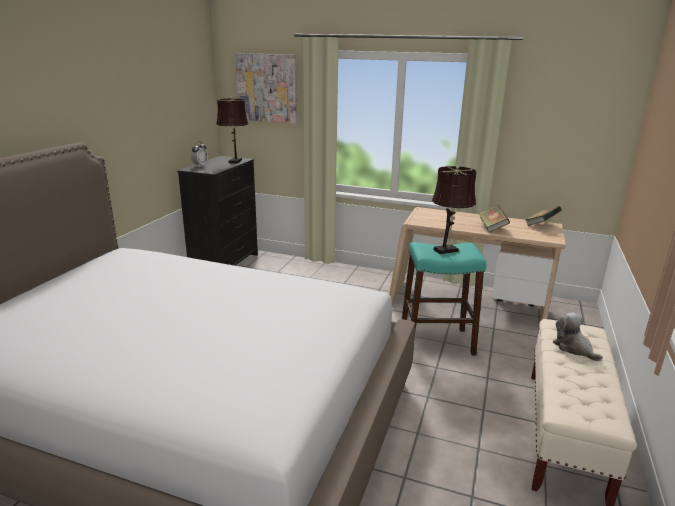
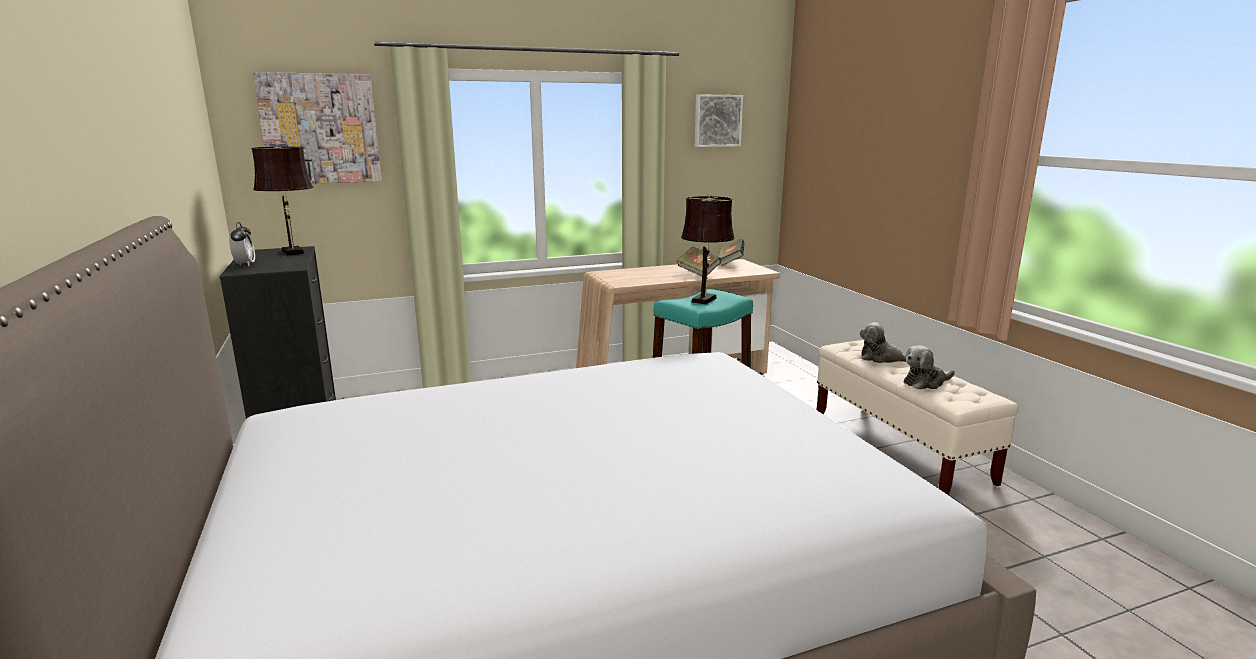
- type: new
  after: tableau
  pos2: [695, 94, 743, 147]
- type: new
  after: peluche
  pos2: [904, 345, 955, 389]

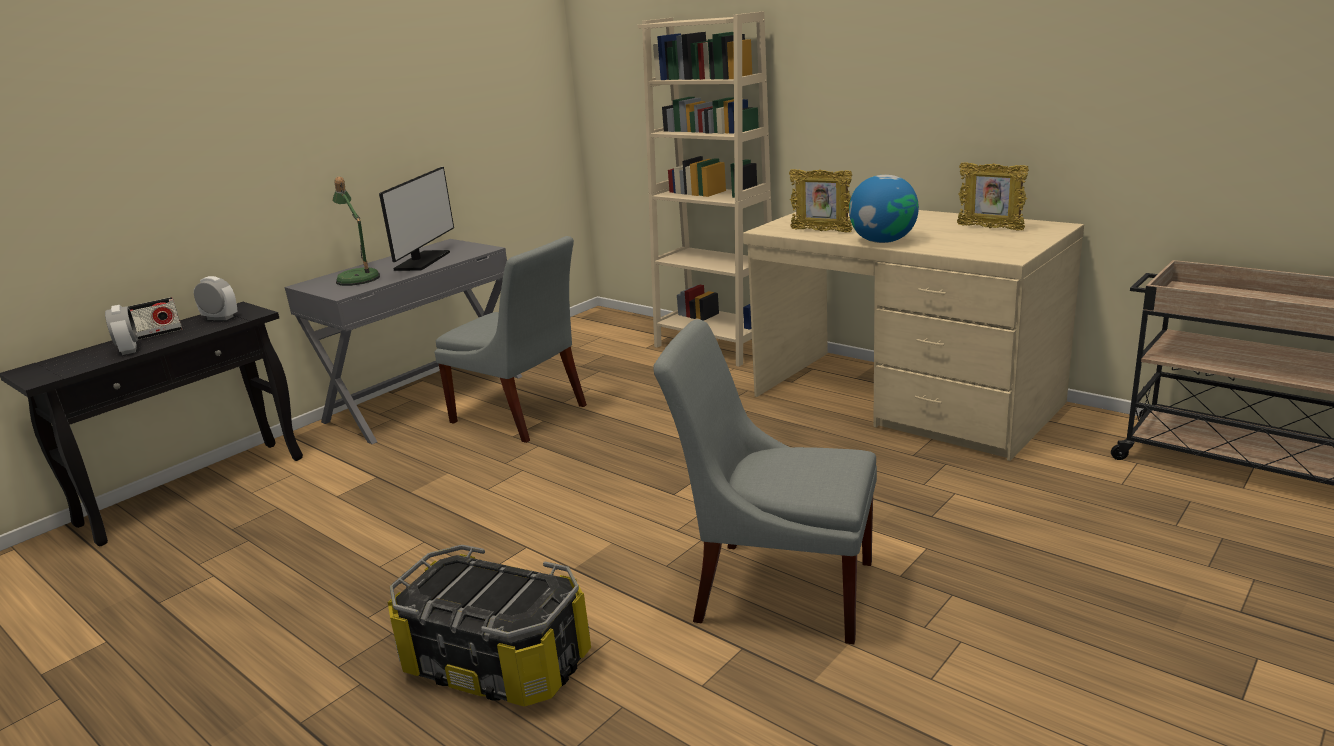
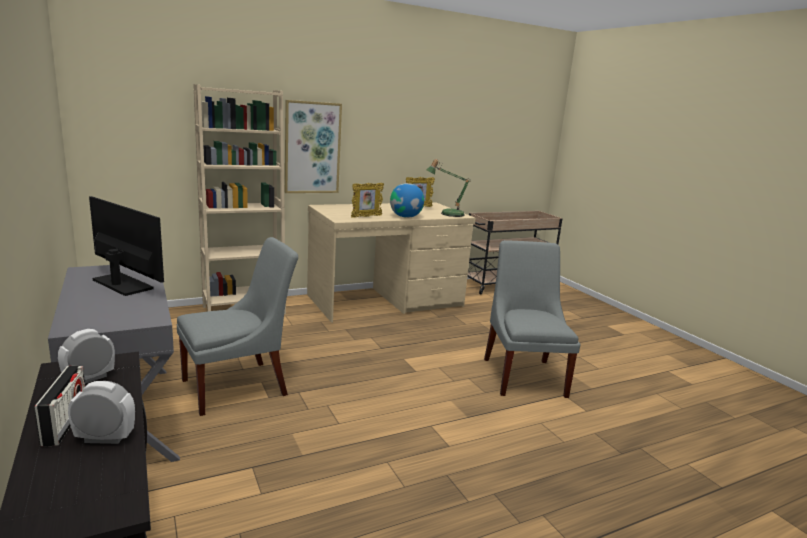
- type: gone
  before: boîte de rangement
  pos1: [387, 545, 591, 706]
- type: new
  after: tableau
  pos2: [285, 100, 342, 193]
- type: shifted
  before: lampe de table
  pos1: [333, 176, 380, 286]
  pos2: [426, 159, 471, 217]
- type: rotated
  before: chaise (gris)
  pos1: [653, 319, 877, 644]
  pos2: [484, 240, 581, 398]
  turn: 135

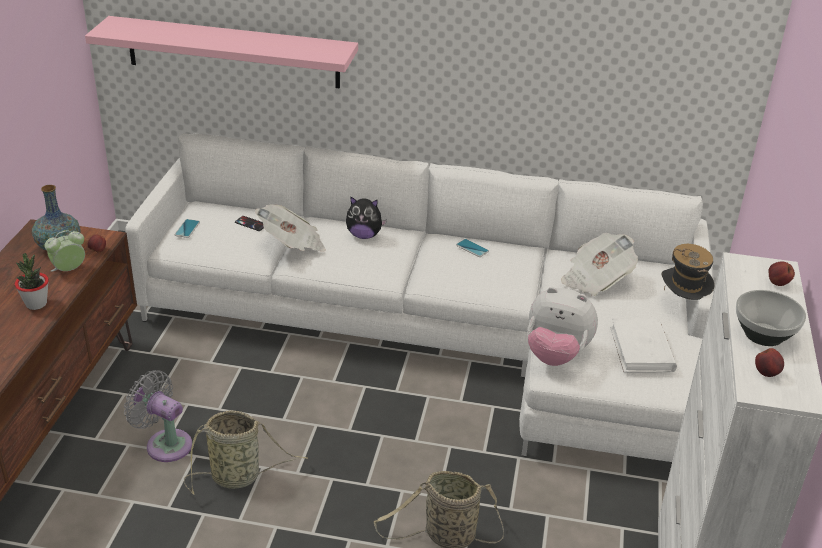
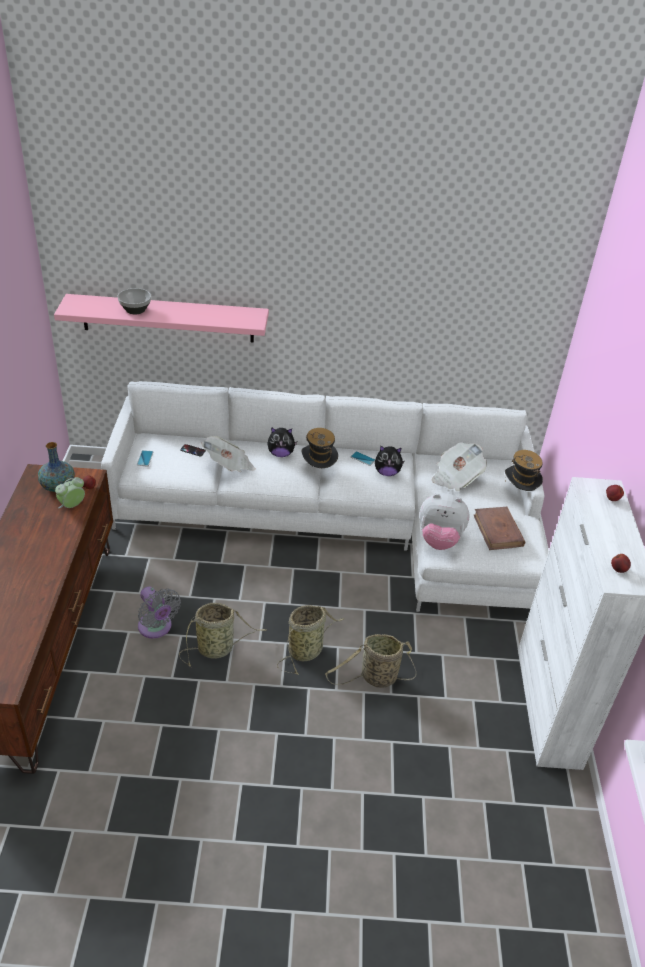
- type: gone
  before: plante en pot
  pos1: [15, 253, 49, 310]
- type: new
  after: panier
  pos2: [277, 605, 345, 675]
- type: new
  after: chapeau
  pos2: [301, 428, 338, 468]
- type: new
  after: peluche
  pos2: [375, 446, 404, 476]
- type: shifted
  before: bol
  pos1: [736, 290, 806, 346]
  pos2: [117, 288, 151, 315]
- type: repainted
  before: livre (blanc)
  after: livre (marron)
  pos1: [610, 318, 677, 373]
  pos2: [474, 507, 525, 550]
- type: rotated
  before: ventilateur (gris)
  pos1: [124, 370, 192, 462]
  pos2: [138, 586, 181, 639]
  turn: -150

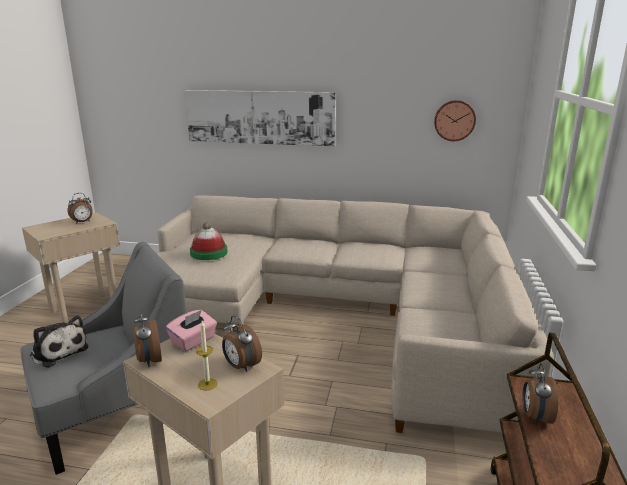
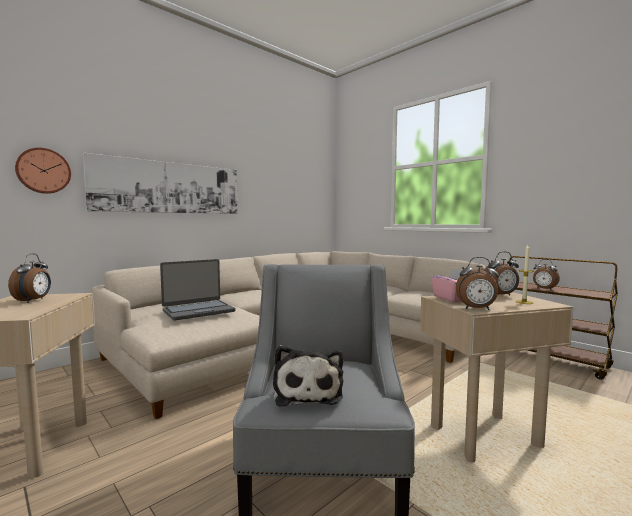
- type: shifted
  before: horloge murale
  pos1: [434, 100, 476, 141]
  pos2: [15, 148, 71, 194]
- type: swapped
  before: chapeau
  after: ordinateur portable
  pos1: [190, 222, 228, 260]
  pos2: [160, 259, 236, 321]
- type: rotated
  before: peluche
  pos1: [30, 315, 89, 368]
  pos2: [273, 345, 343, 407]
  turn: 105

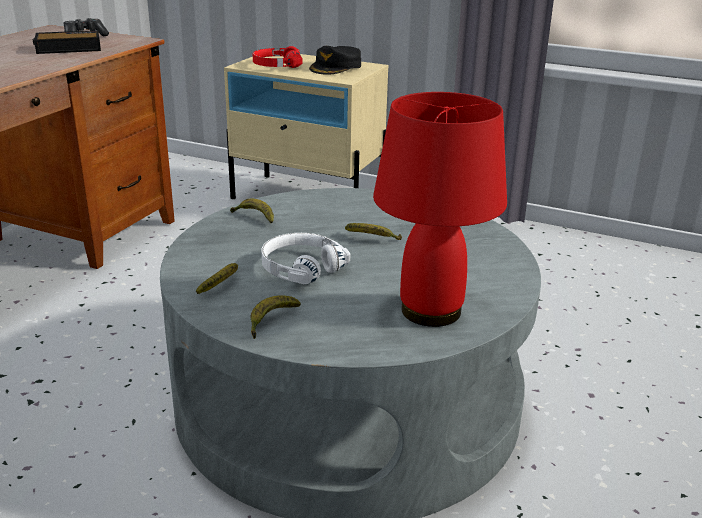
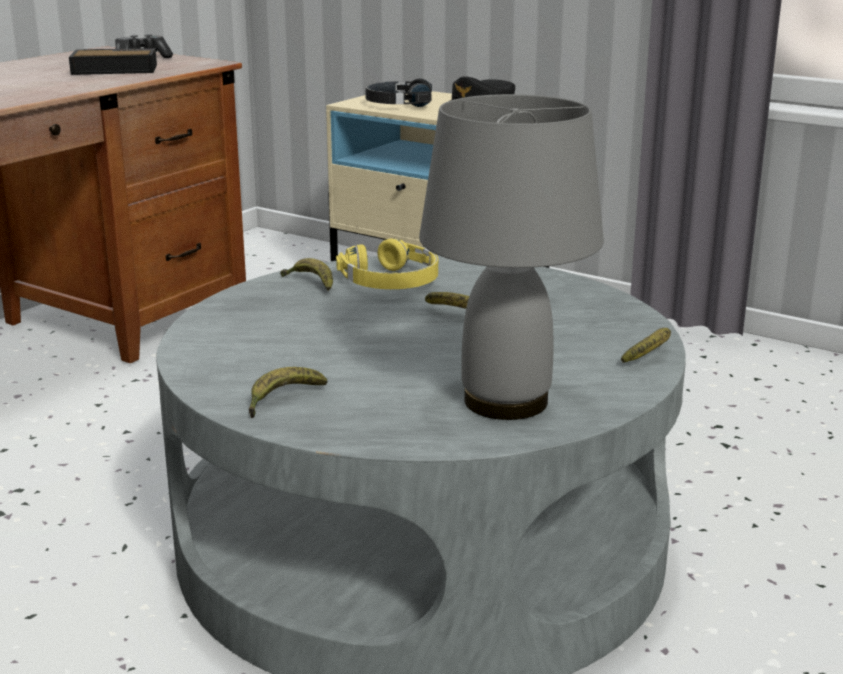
- type: gone
  before: casque audio (blanc)
  pos1: [261, 233, 350, 284]
- type: new
  after: casque audio (jaune)
  pos2: [336, 238, 438, 289]
- type: shifted
  before: banane
  pos1: [196, 263, 238, 294]
  pos2: [621, 328, 671, 363]
- type: repainted
  before: casque audio (rouge)
  after: casque audio (noir)
  pos1: [253, 46, 302, 68]
  pos2: [365, 78, 432, 107]
- type: repainted
  before: lampe de table (rouge)
  after: lampe de table (gris)
  pos1: [373, 92, 507, 327]
  pos2: [419, 94, 604, 420]

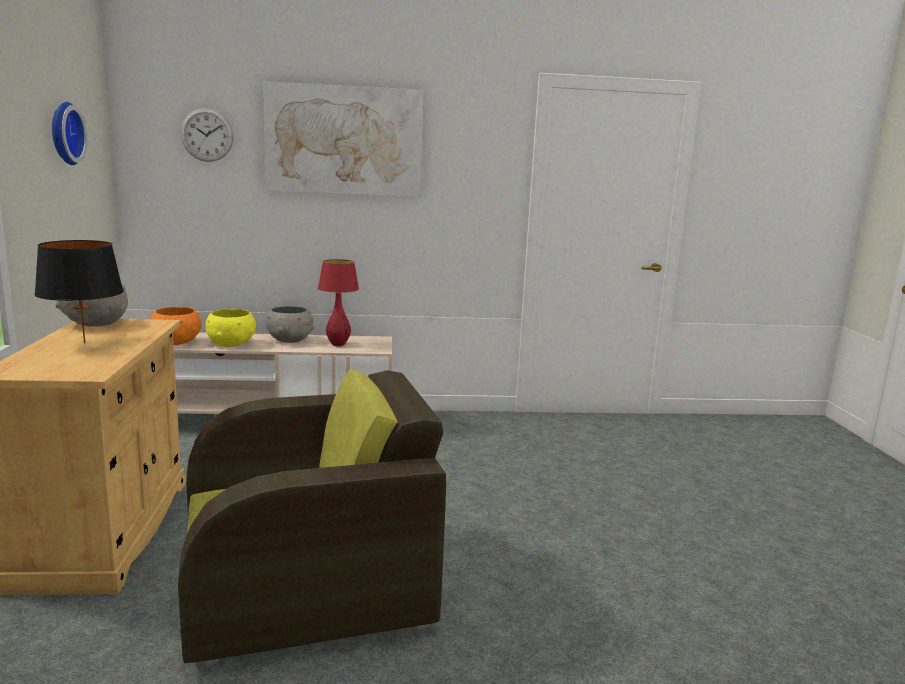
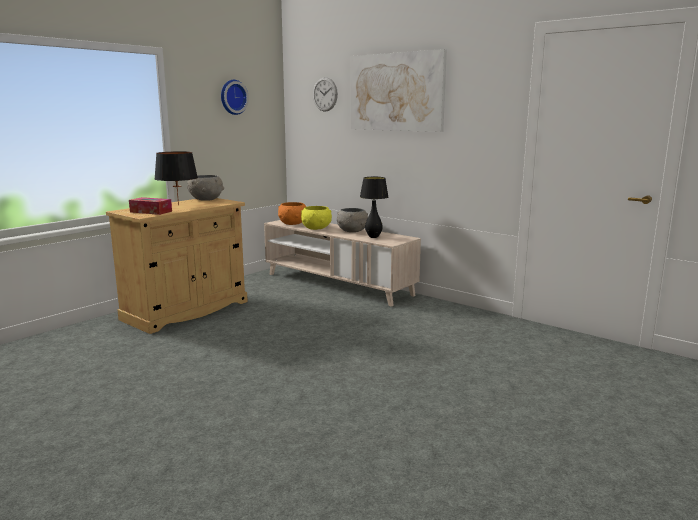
- type: gone
  before: fauteuil (marron)
  pos1: [178, 369, 446, 669]
- type: new
  after: boîte à mouchoirs
  pos2: [129, 197, 172, 215]
- type: repainted
  before: lampe de table (rouge)
  after: lampe de table (noir)
  pos1: [318, 259, 359, 346]
  pos2: [360, 177, 388, 238]

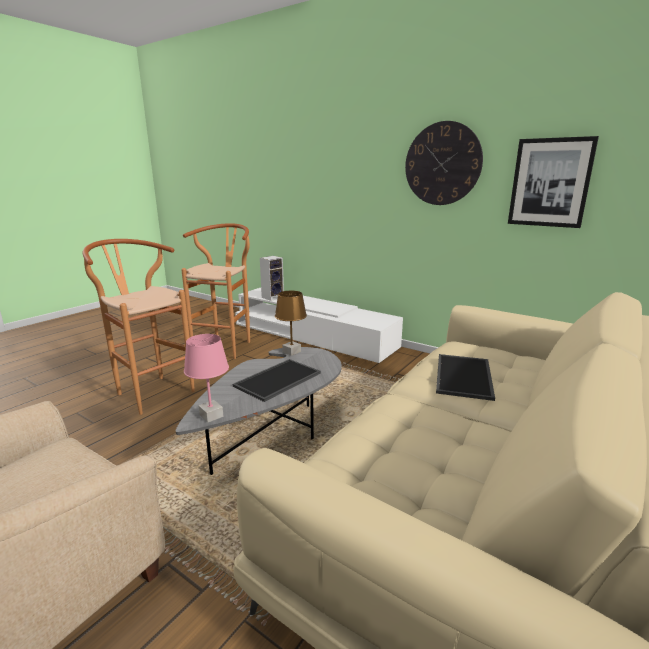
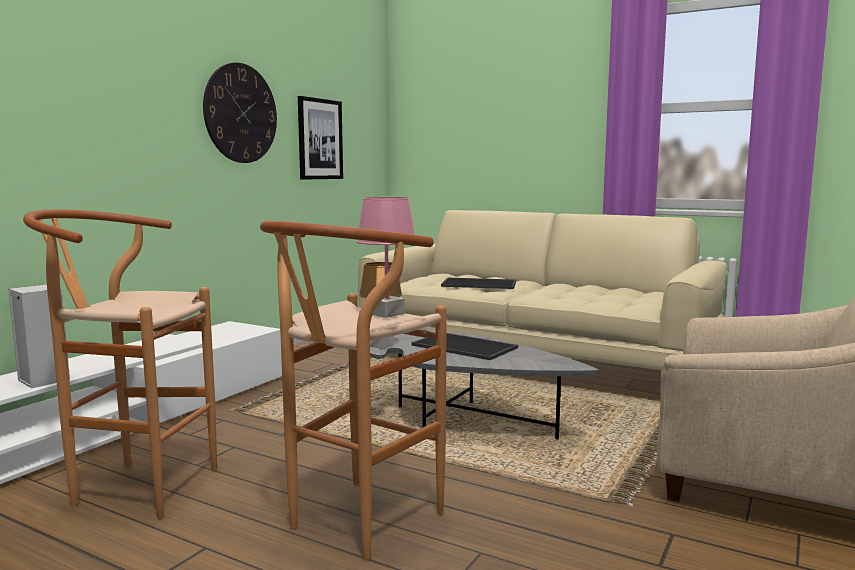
- type: shifted
  before: lampe de table (rose)
  pos1: [184, 334, 229, 423]
  pos2: [356, 197, 415, 318]

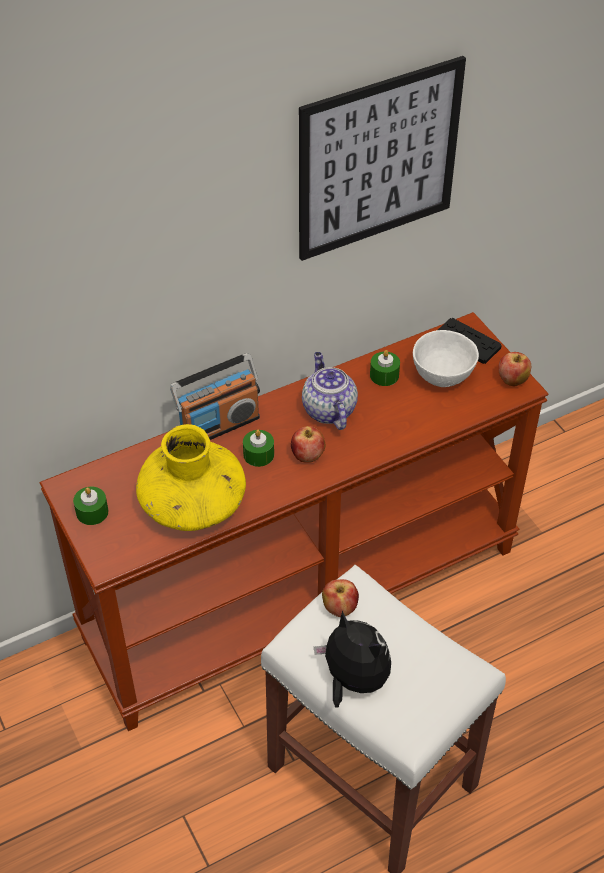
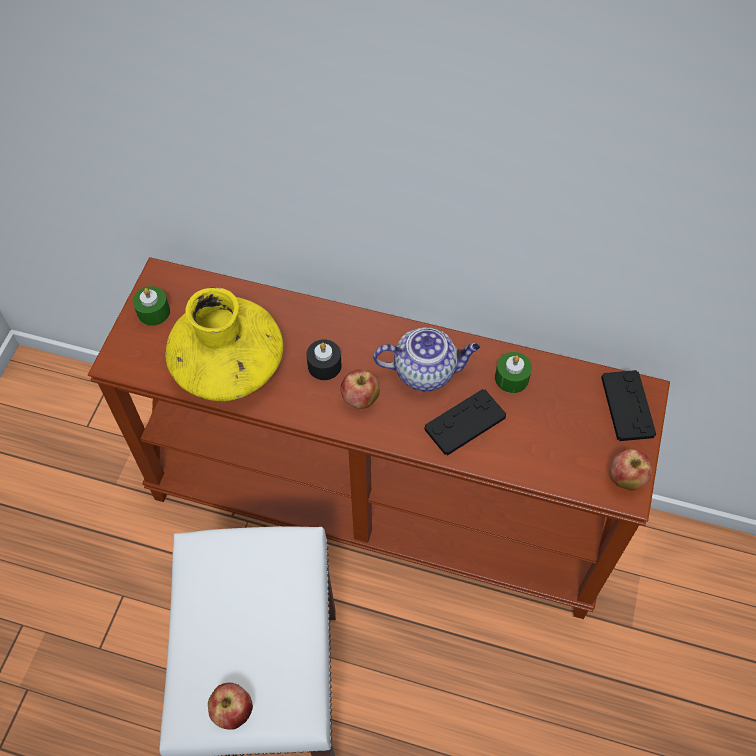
- type: gone
  before: radio
  pos1: [170, 353, 260, 440]
- type: gone
  before: tableau
  pos1: [299, 56, 466, 261]
- type: gone
  before: peluche
  pos1: [314, 610, 391, 708]
- type: gone
  before: bol (blanc)
  pos1: [413, 330, 479, 387]
- type: new
  after: manette (noir)
  pos2: [424, 389, 506, 455]
- type: shifted
  before: pomme
  pos1: [322, 579, 359, 617]
  pos2: [208, 683, 253, 730]
- type: repainted
  before: bougie (vert)
  after: bougie (noir)
  pos1: [243, 430, 274, 467]
  pos2: [306, 339, 342, 380]
- type: rotated
  before: théière
  pos1: [302, 352, 358, 430]
  pos2: [373, 327, 480, 392]
  turn: 60

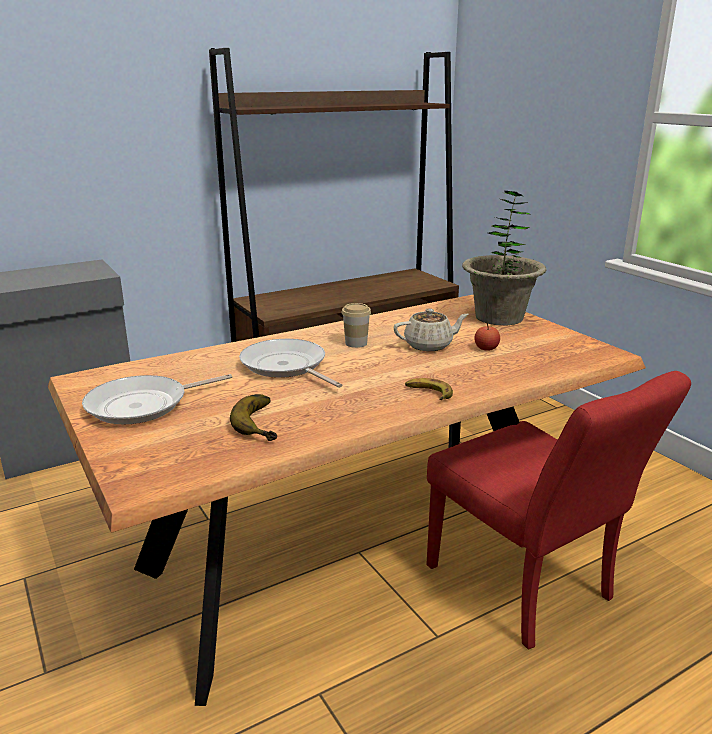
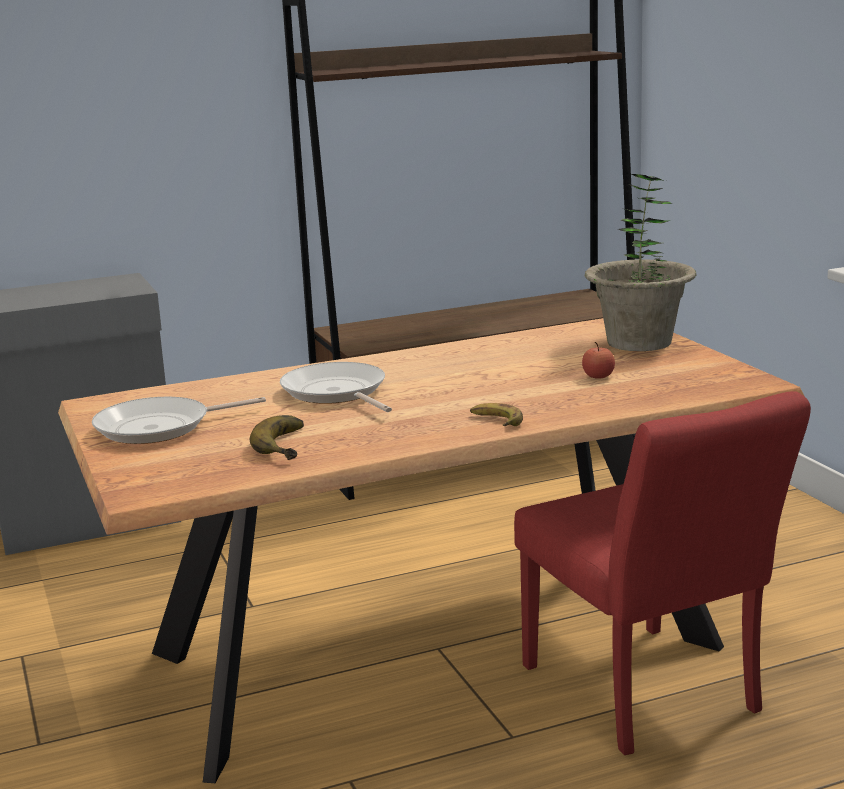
- type: gone
  before: tasse
  pos1: [341, 303, 371, 348]
- type: gone
  before: théière (beige)
  pos1: [393, 308, 469, 351]

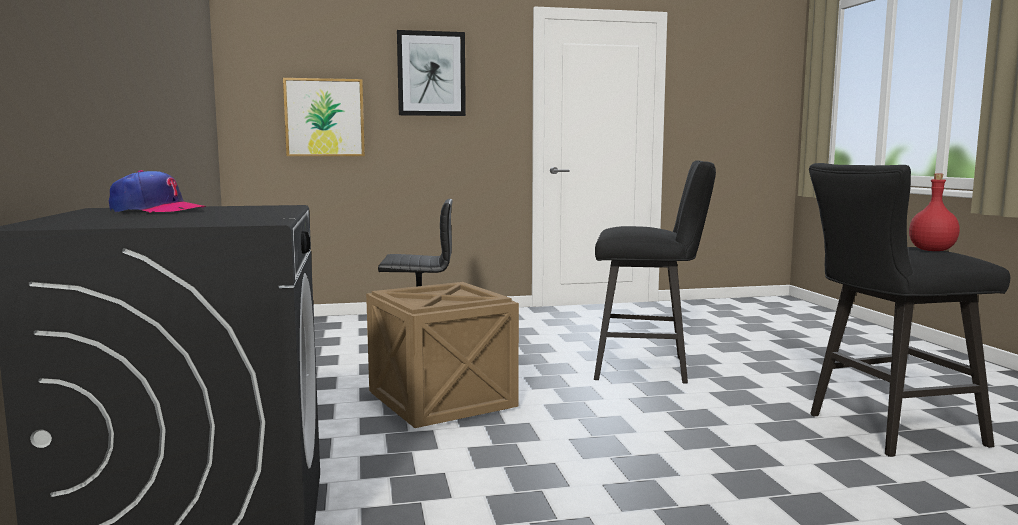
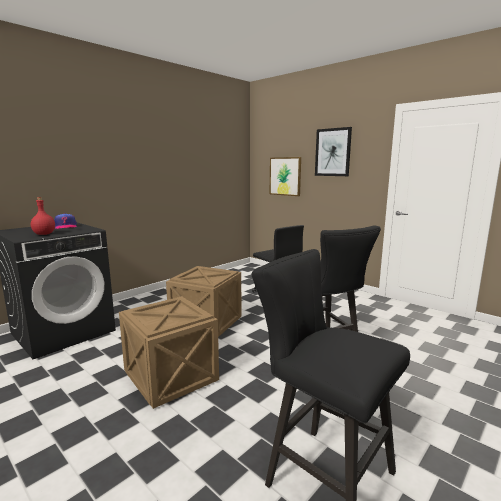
- type: new
  after: caisse
  pos2: [119, 296, 219, 409]
- type: shifted
  before: bouteille (rouge)
  pos1: [909, 174, 960, 251]
  pos2: [31, 197, 55, 235]

